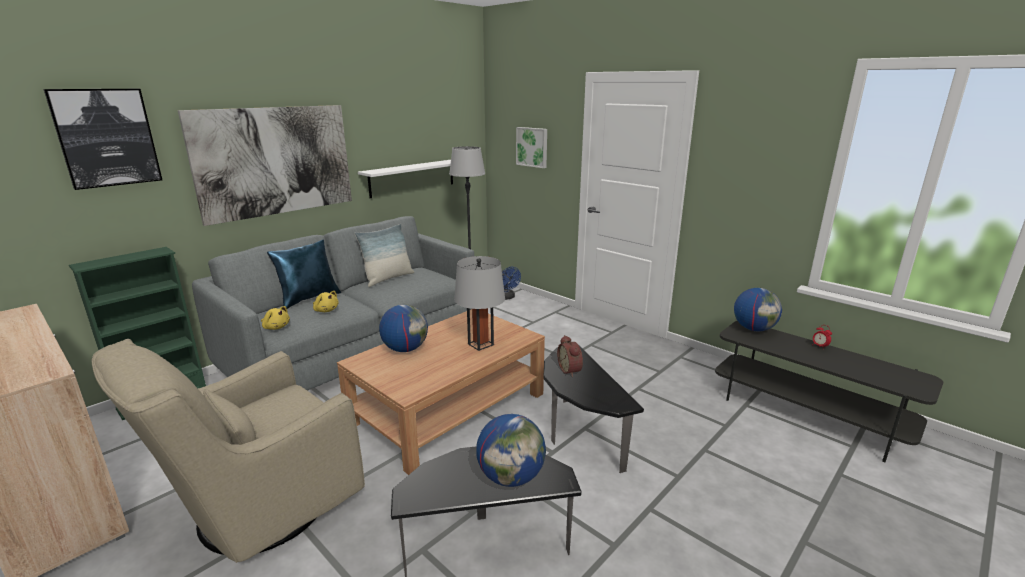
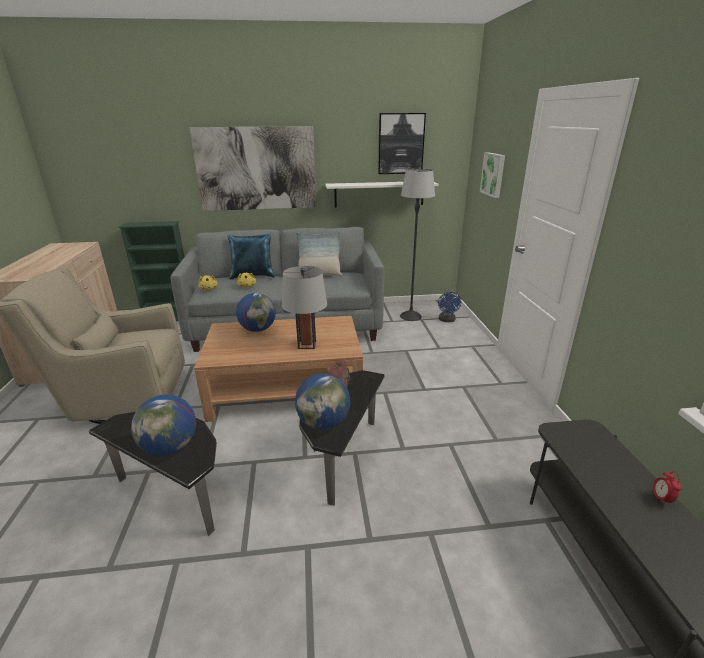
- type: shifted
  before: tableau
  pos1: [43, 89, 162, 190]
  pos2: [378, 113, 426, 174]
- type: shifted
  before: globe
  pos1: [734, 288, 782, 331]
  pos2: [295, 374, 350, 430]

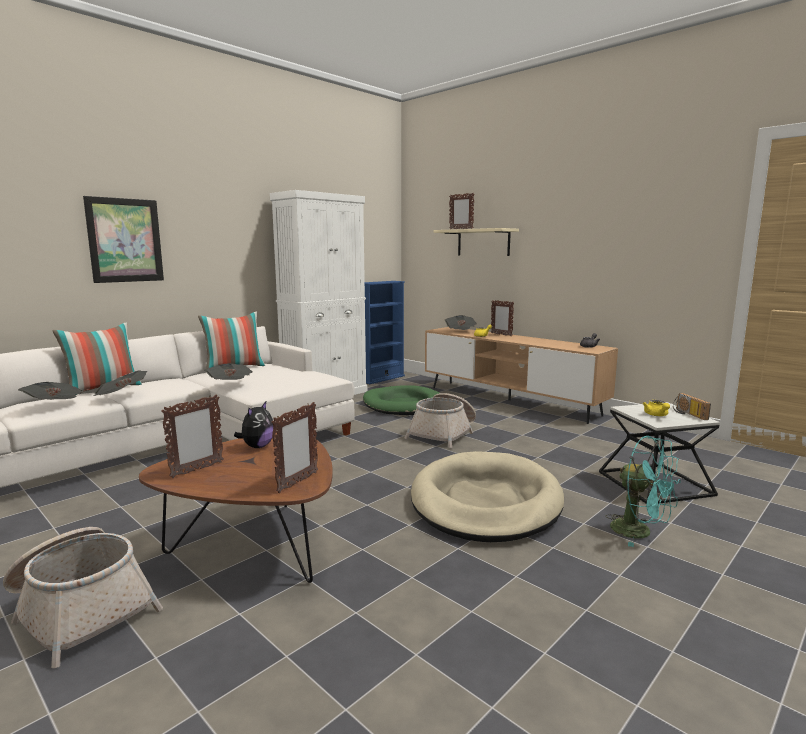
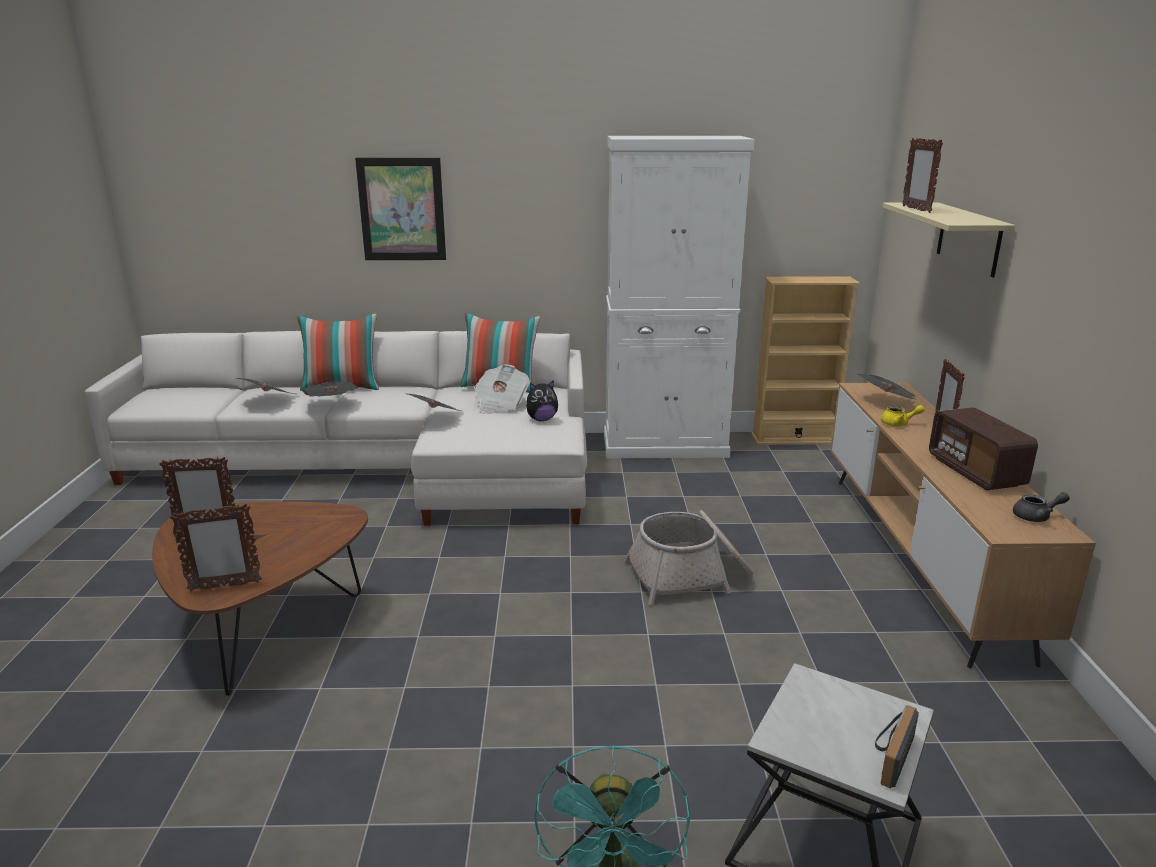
- type: gone
  before: panier
  pos1: [3, 527, 163, 668]
- type: gone
  before: panier pour chien (vert)
  pos1: [363, 385, 439, 415]
- type: gone
  before: panier pour chien (beige)
  pos1: [411, 451, 564, 542]
- type: gone
  before: théière (jaune)
  pos1: [643, 400, 670, 416]
- type: new
  after: journal
  pos2: [474, 364, 530, 414]
- type: new
  after: radio
  pos2: [929, 408, 1038, 490]
- type: shifted
  before: peluche
  pos1: [234, 402, 273, 448]
  pos2: [526, 380, 558, 421]
- type: repainted
  before: bibliothèque (bleu)
  after: bibliothèque (beige)
  pos1: [365, 281, 405, 384]
  pos2: [751, 276, 860, 445]

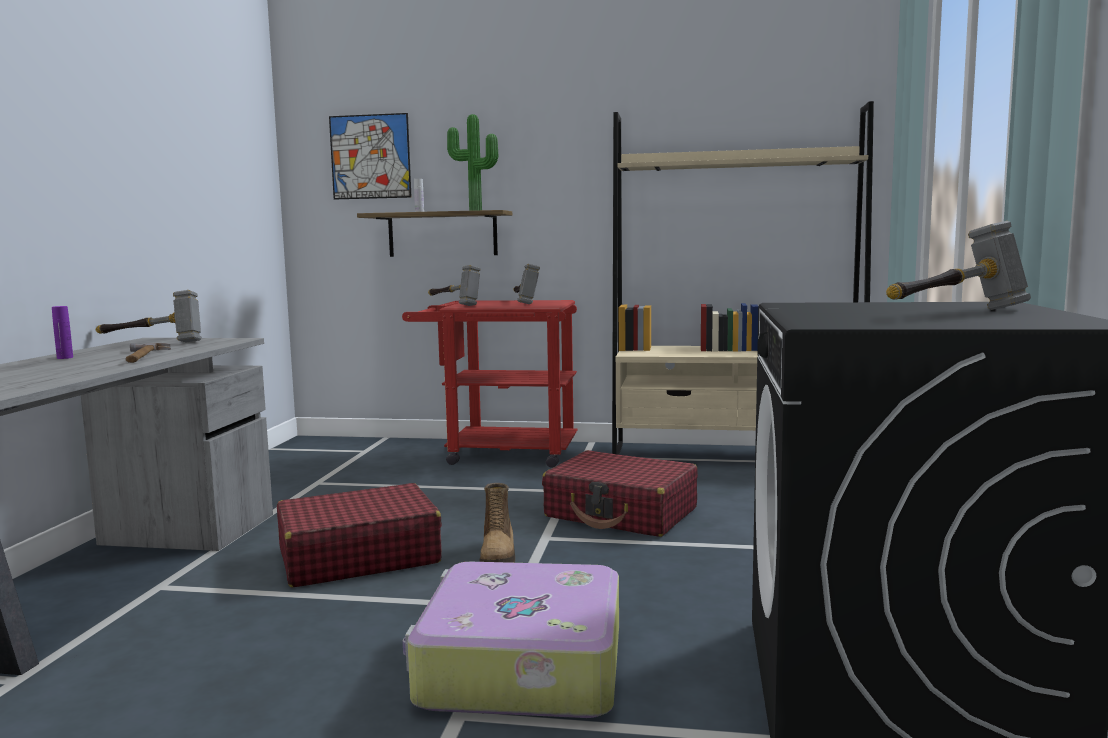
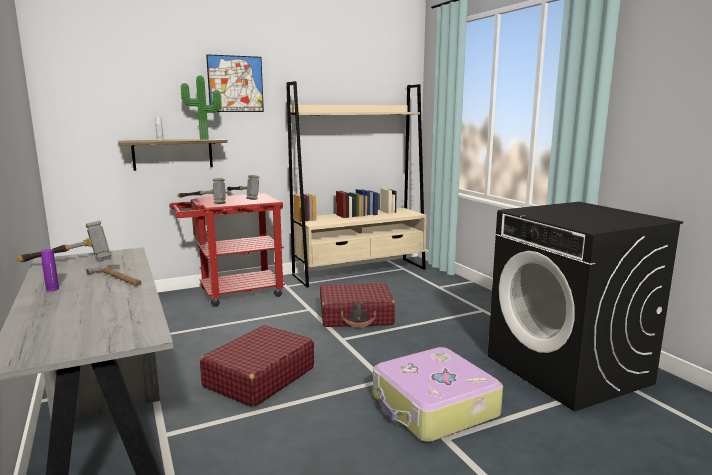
- type: gone
  before: botte
  pos1: [480, 483, 515, 563]
- type: gone
  before: marteau
  pos1: [886, 221, 1031, 310]
- type: shifted
  before: tableau
  pos1: [329, 113, 412, 200]
  pos2: [206, 54, 264, 112]

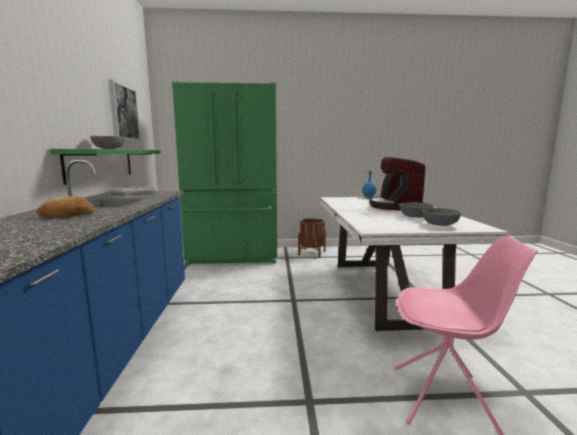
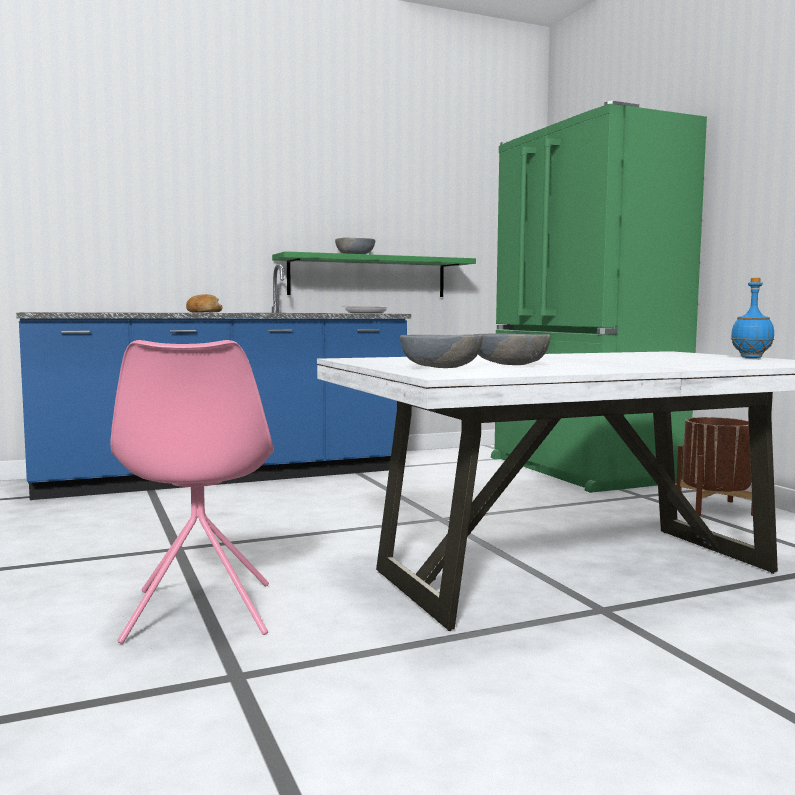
- type: gone
  before: tableau
  pos1: [108, 79, 141, 140]
- type: gone
  before: machine à café
  pos1: [369, 157, 426, 210]

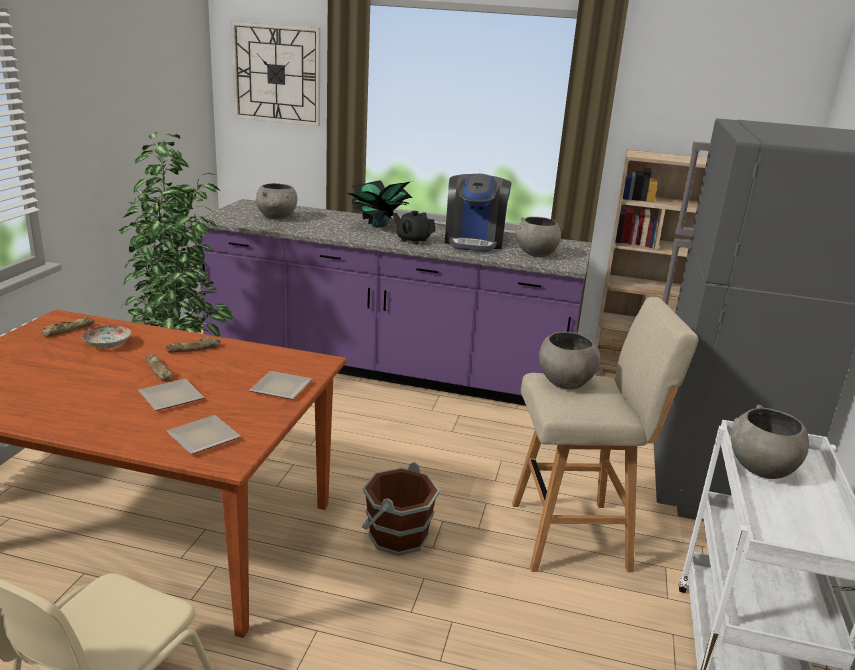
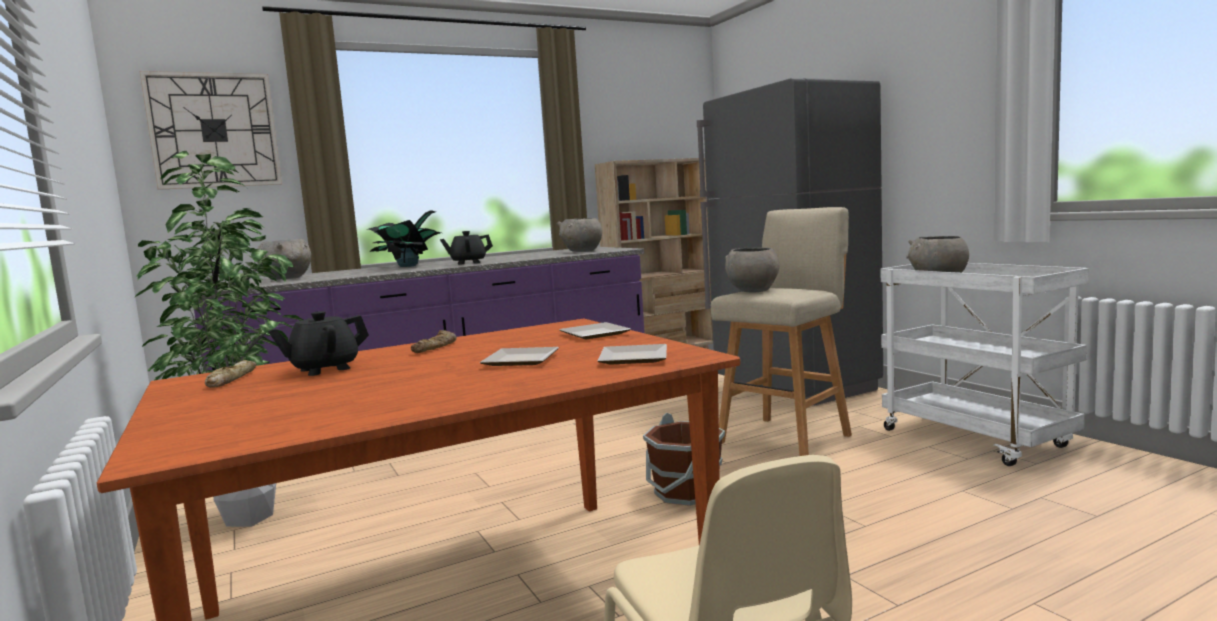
- type: gone
  before: pain
  pos1: [146, 354, 173, 381]
- type: gone
  before: machine à café
  pos1: [445, 174, 511, 252]
- type: swapped
  before: assiette
  after: théière (noir)
  pos1: [82, 325, 131, 349]
  pos2: [268, 311, 369, 376]

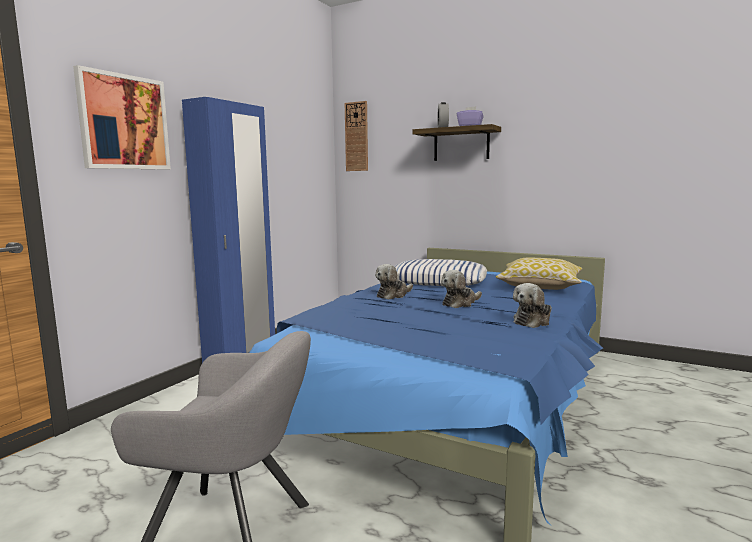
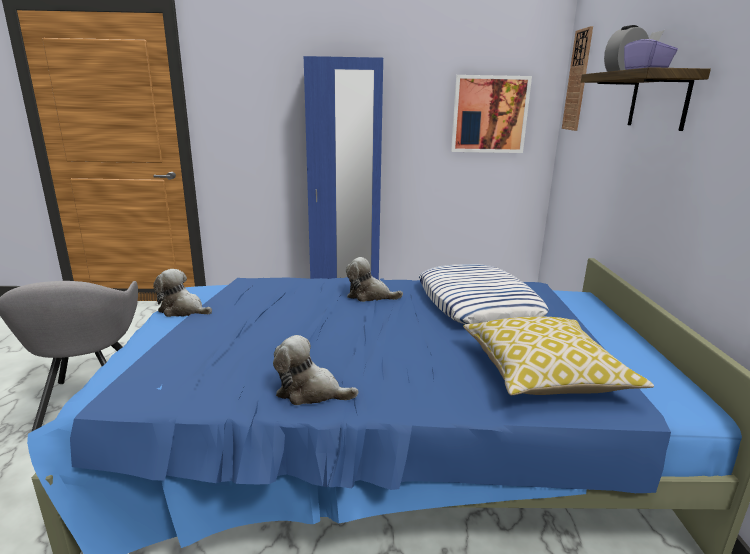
- type: shifted
  before: tableau
  pos1: [73, 65, 171, 170]
  pos2: [451, 75, 532, 153]
- type: shifted
  before: peluche
  pos1: [441, 270, 482, 308]
  pos2: [153, 269, 212, 317]

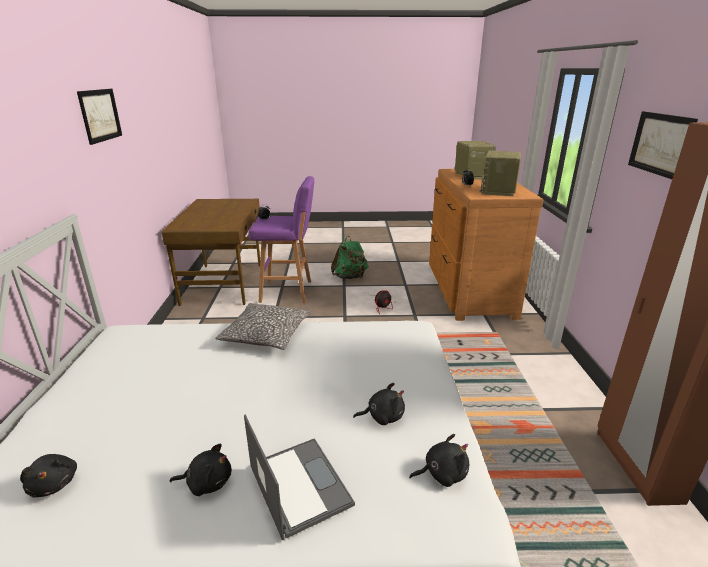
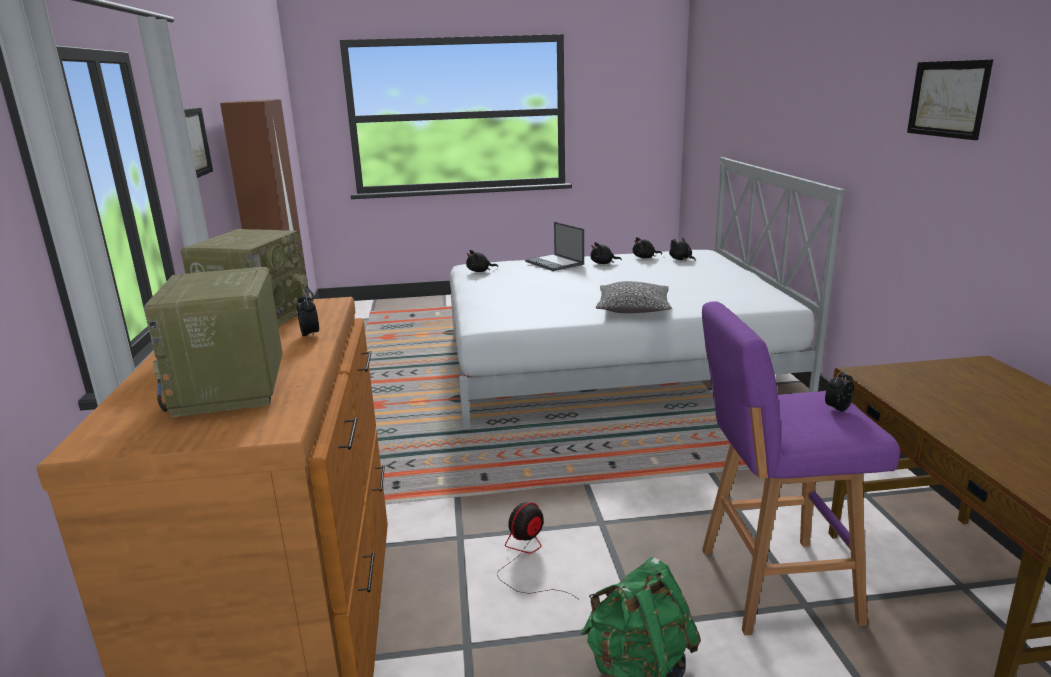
- type: shifted
  before: peluche (noir)
  pos1: [353, 383, 405, 425]
  pos2: [633, 237, 662, 258]

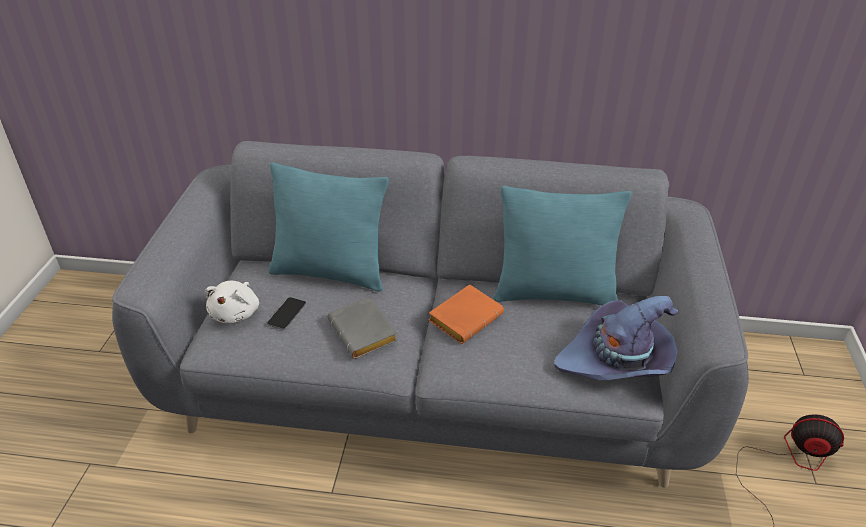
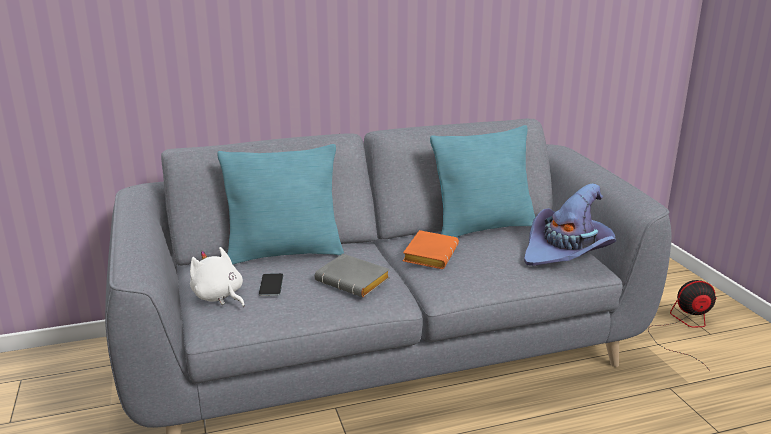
- type: rotated
  before: peluche (blanc)
  pos1: [205, 280, 259, 323]
  pos2: [190, 247, 245, 307]
  turn: 150

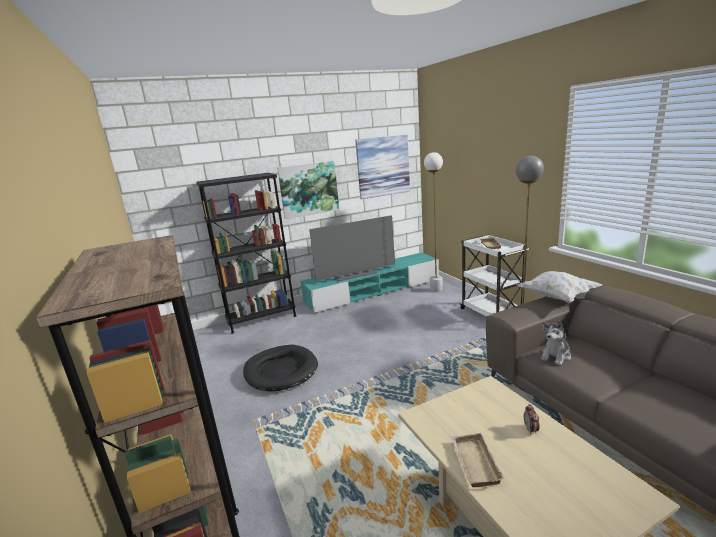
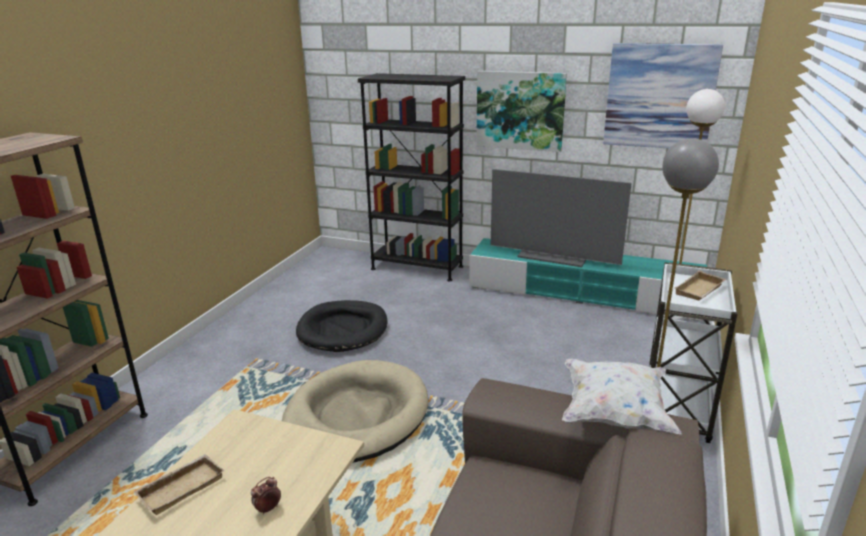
- type: gone
  before: peluche
  pos1: [541, 321, 571, 365]
- type: new
  after: panier pour chien (beige)
  pos2: [282, 360, 428, 462]

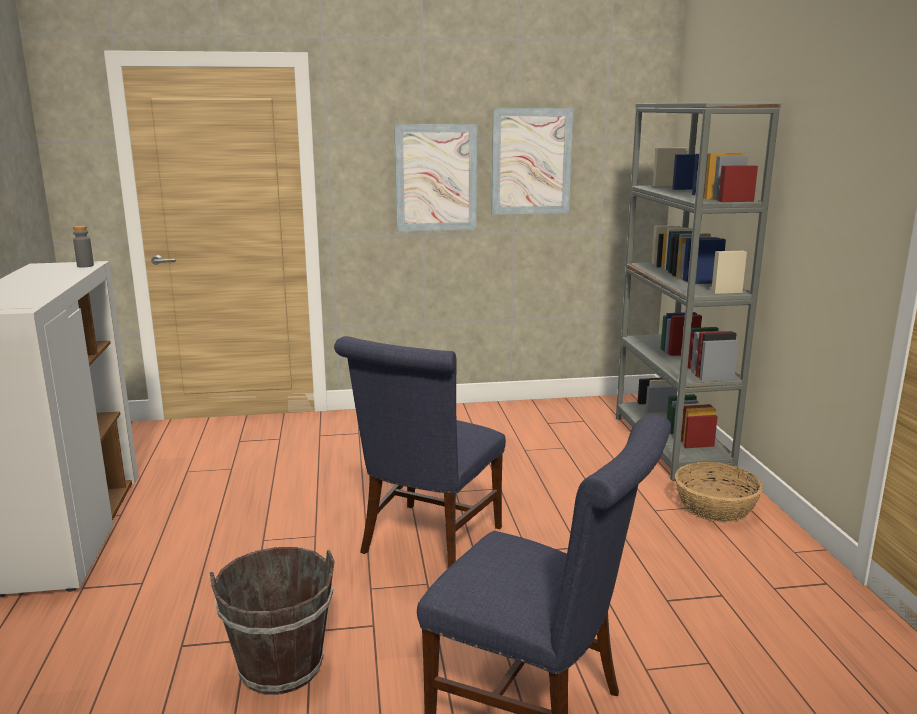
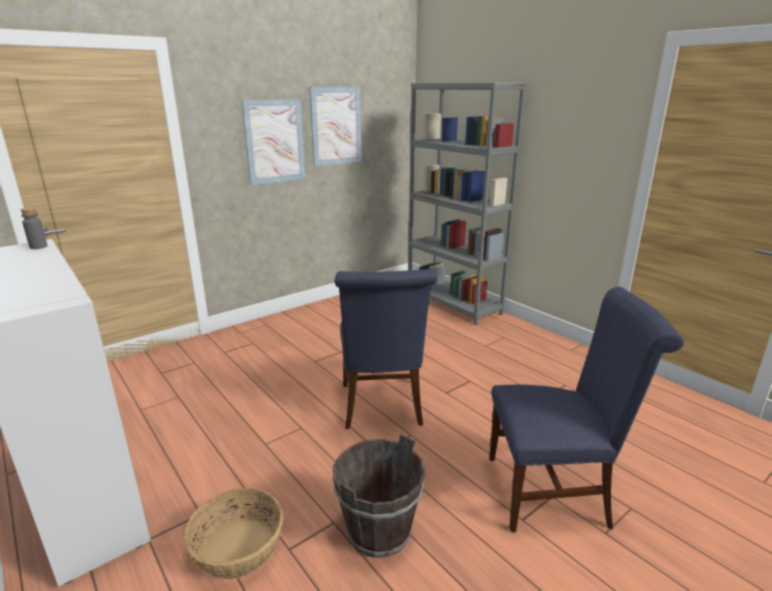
- type: shifted
  before: panier
  pos1: [675, 462, 763, 523]
  pos2: [184, 488, 283, 579]

